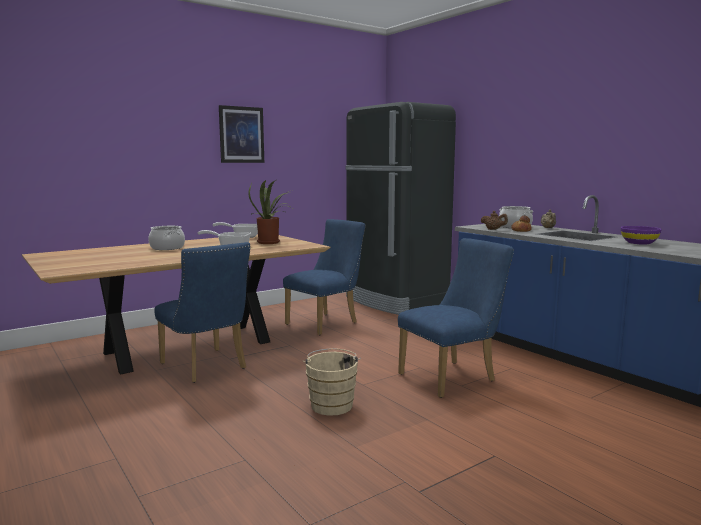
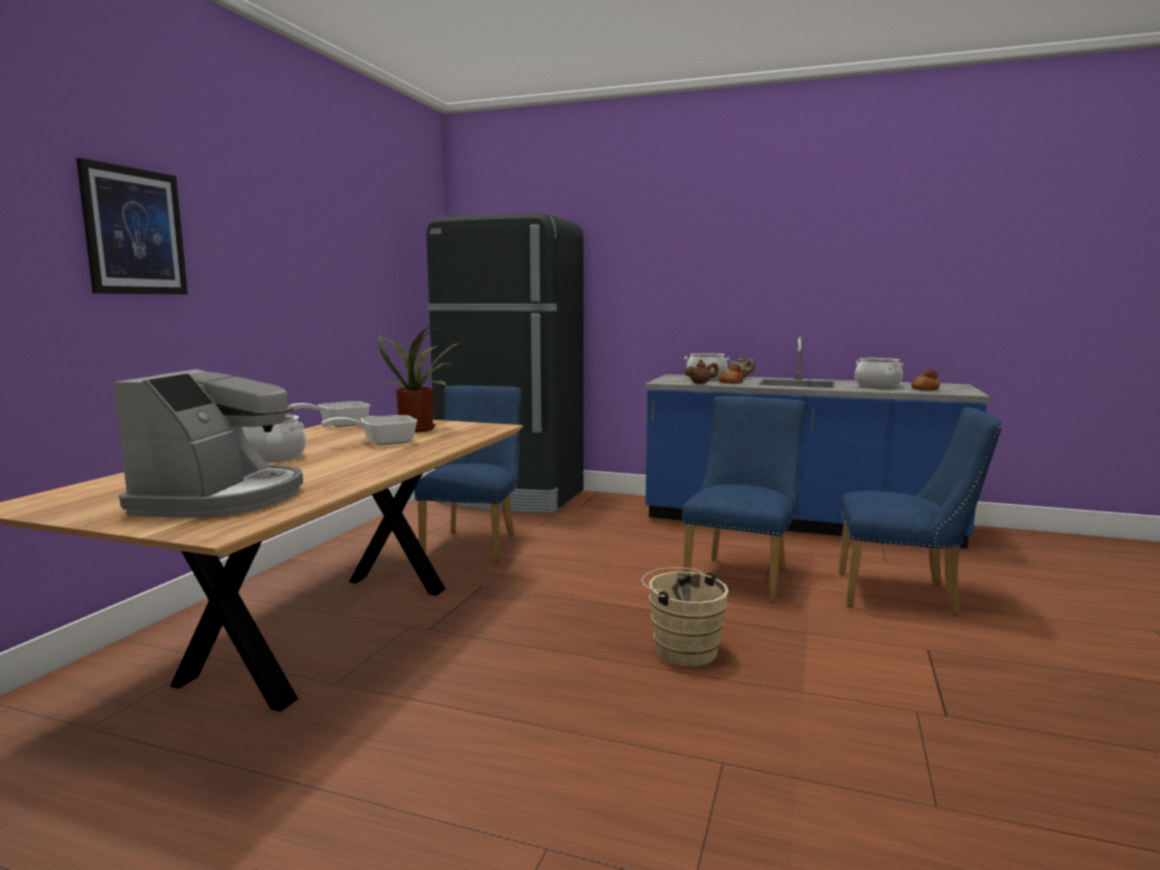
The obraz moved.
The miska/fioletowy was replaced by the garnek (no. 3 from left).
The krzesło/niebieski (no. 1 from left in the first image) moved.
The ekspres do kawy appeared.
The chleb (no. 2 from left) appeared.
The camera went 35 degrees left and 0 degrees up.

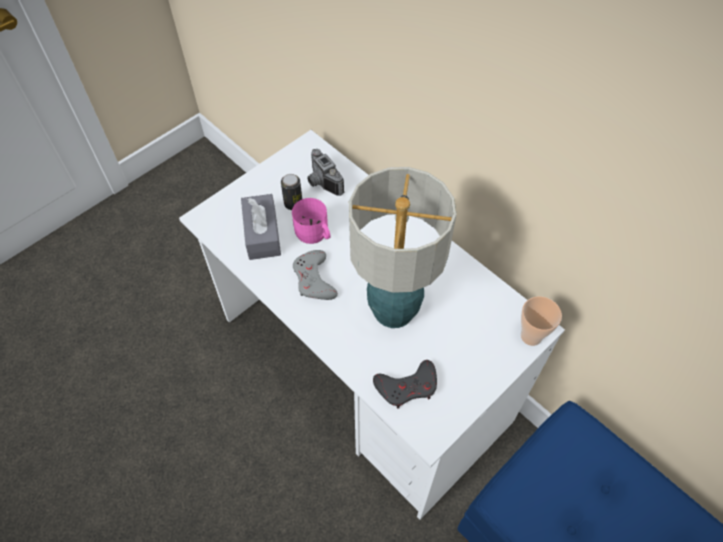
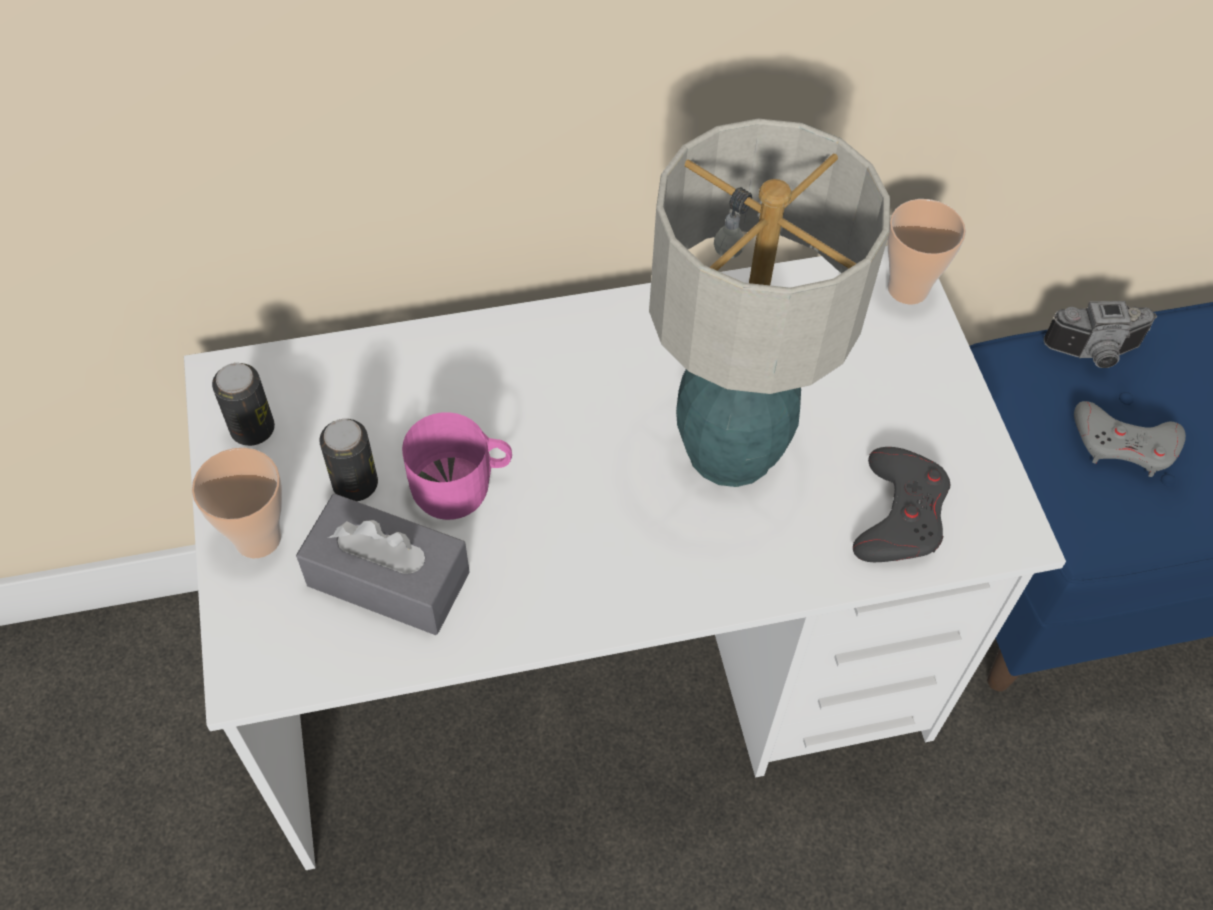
The aparat fotograficzny moved.
The pad do gier/szary (no. 1 from left in the first image) moved.
The puszka (no. 1 from left) appeared.
The filiżanka (no. 1 from left) appeared.
The camera went 60 degrees left and 0 degrees up.

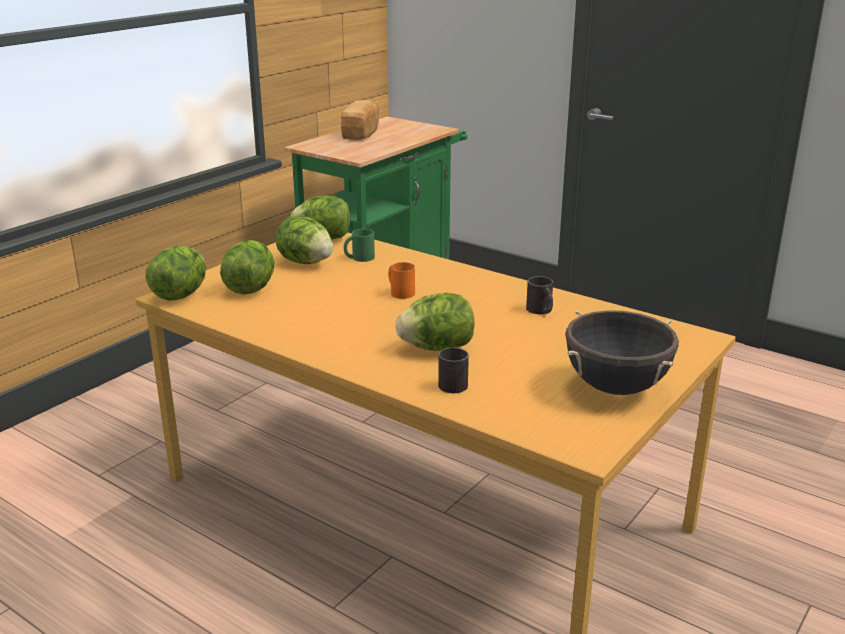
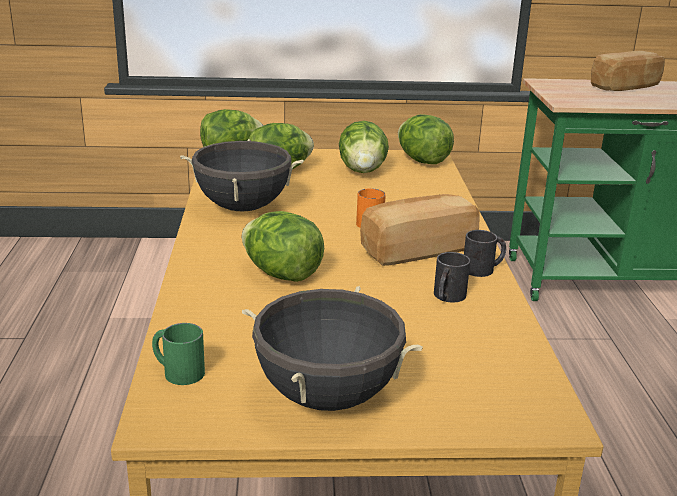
The kubek/zielony moved.
The kubek/czarny (no. 1 from left in the first image) moved.
The garnek/czarny (no. 1 from left) appeared.
The chleb (no. 1 from left) appeared.
The camera went 50 degrees right and 0 degrees up.

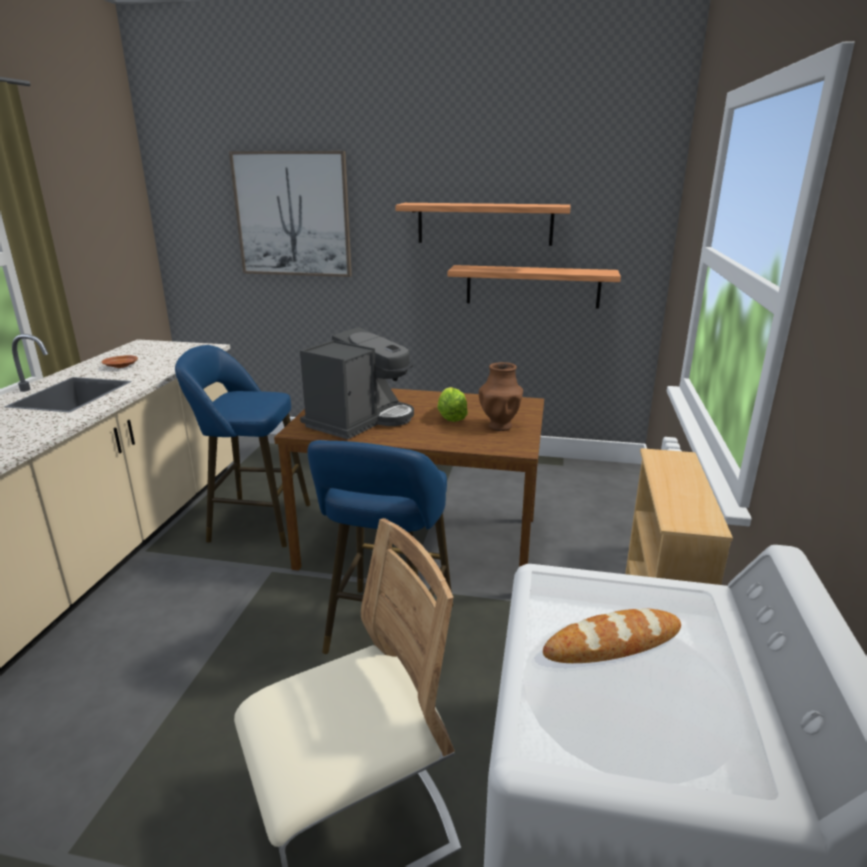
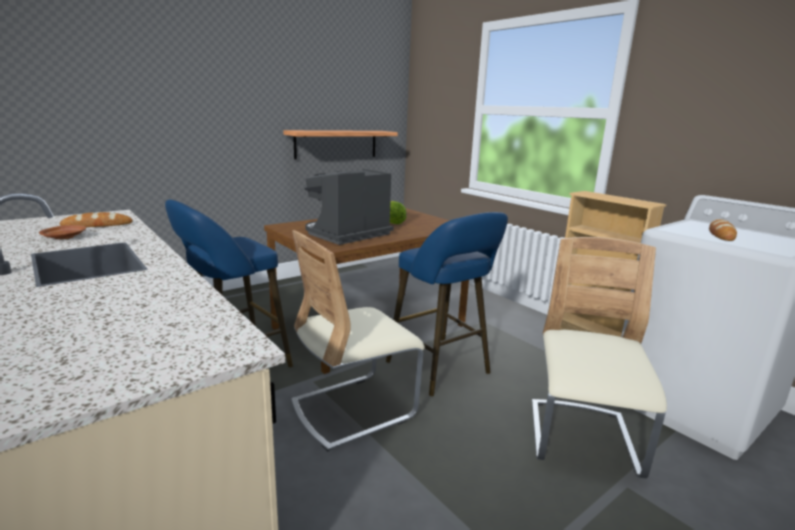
The obraz disappeared.
The półka (no. 1 from left) disappeared.
The ekspres do kawy turned 120 degrees counterclockwise.
The wazon/brązowy disappeared.
The chleb (no. 1 from left) appeared.
The krzesło/beżowy (no. 1 from left) appeared.
The camera went 50 degrees left and 5 degrees down.

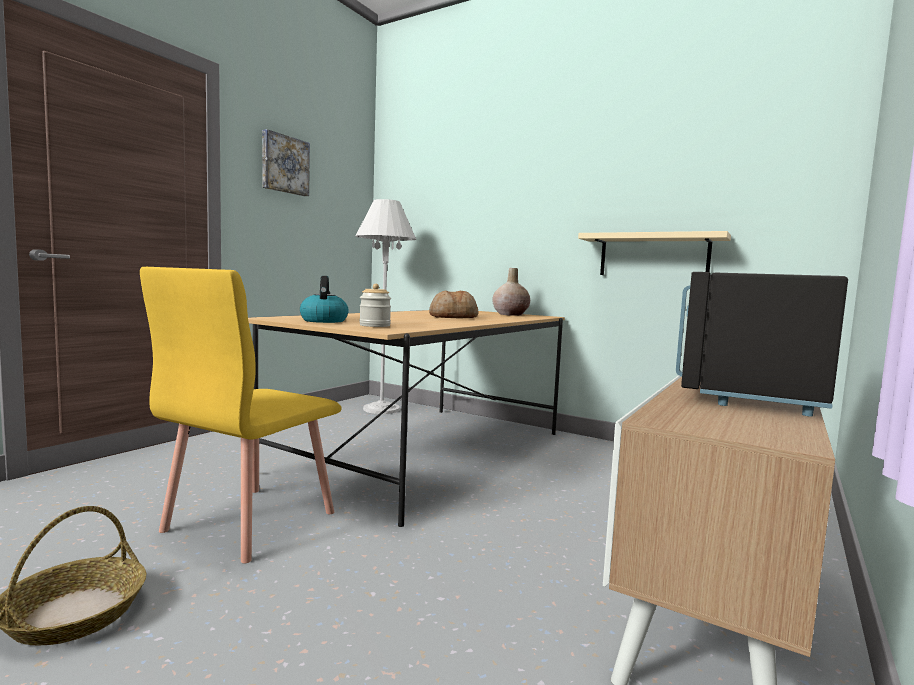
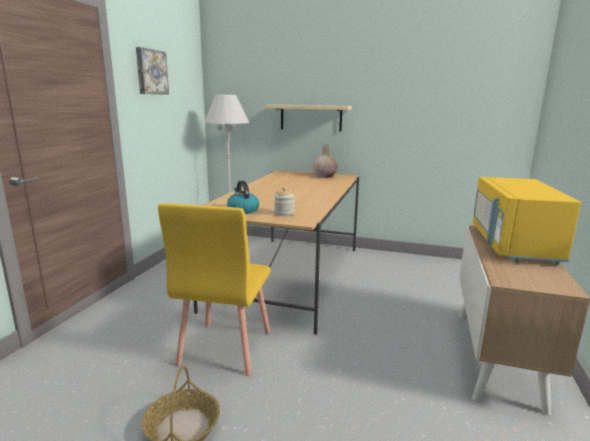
The półka/beżowy moved.
The mikrofalówka/czarny became the mikrofalówka/żółty.
The chleb disappeared.
The camera went 15 degrees left and 10 degrees up.

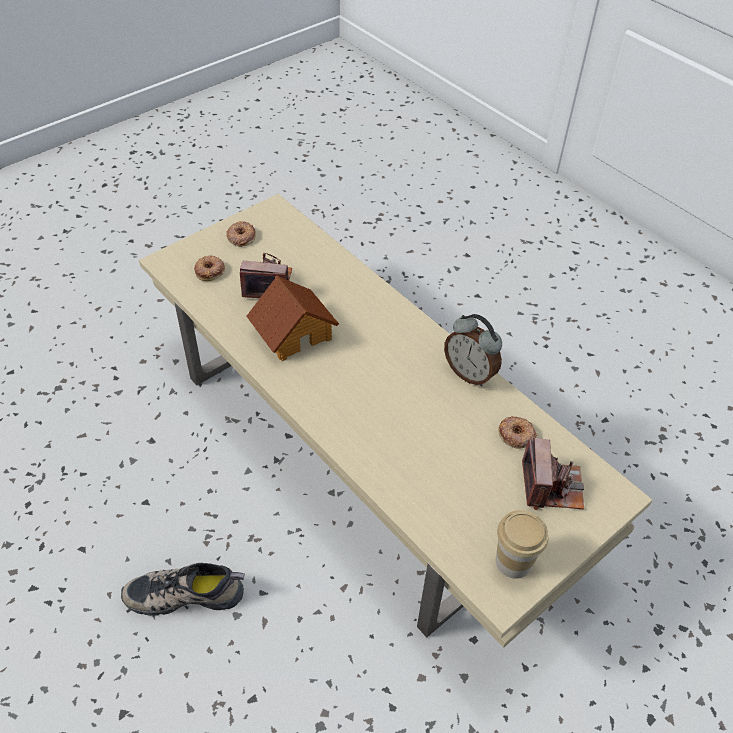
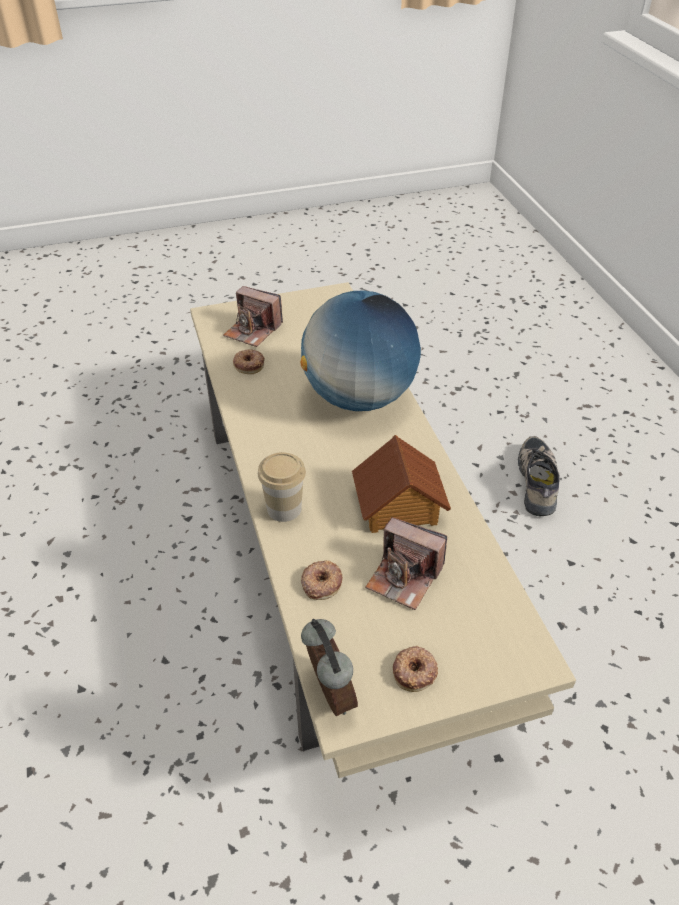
The donut (no. 1 from left in the first image) moved.
The budzik moved.
The aparat fotograficzny (no. 2 from left in the first image) turned 90 degrees counterclockwise.
The filiżanka moved.
The but turned 105 degrees counterclockwise.
The globus appeared.
The camera went 155 degrees left and 5 degrees down.

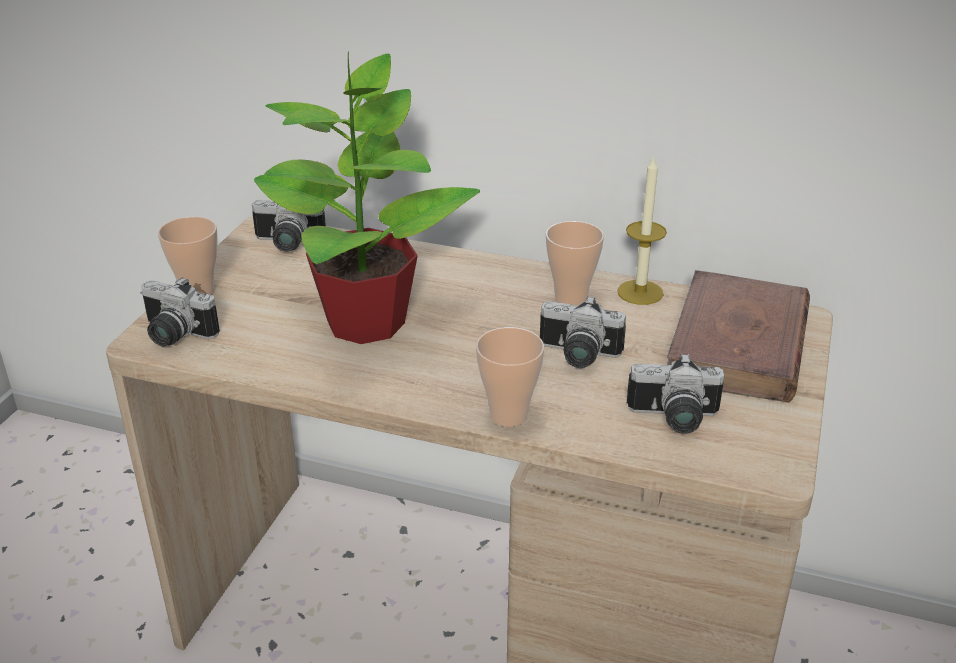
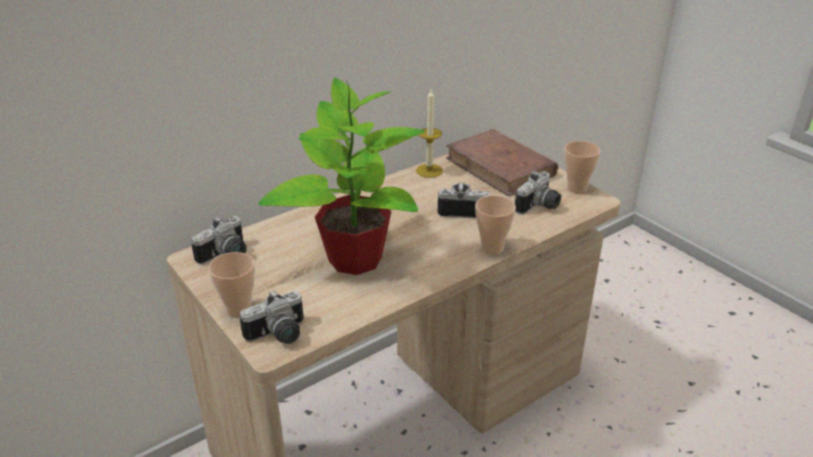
The filiżanka (no. 3 from left) moved.
The aparat fotograficzny (no. 3 from left) turned 135 degrees counterclockwise.
The camera went 55 degrees left and 0 degrees up.

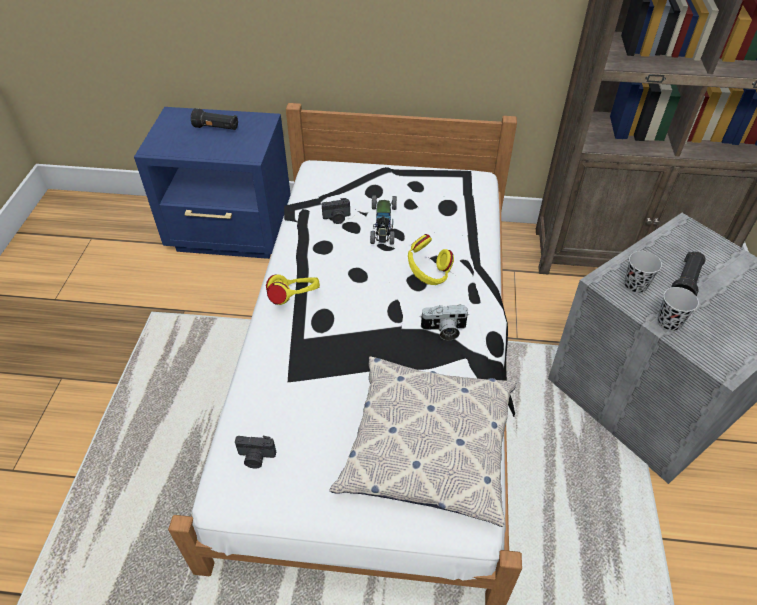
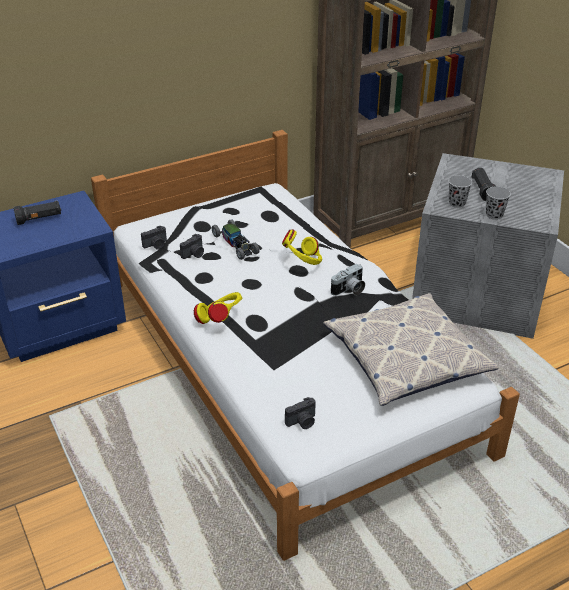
The aparat fotograficzny (no. 1 from left) appeared.
The camera went 35 degrees left and 10 degrees down.

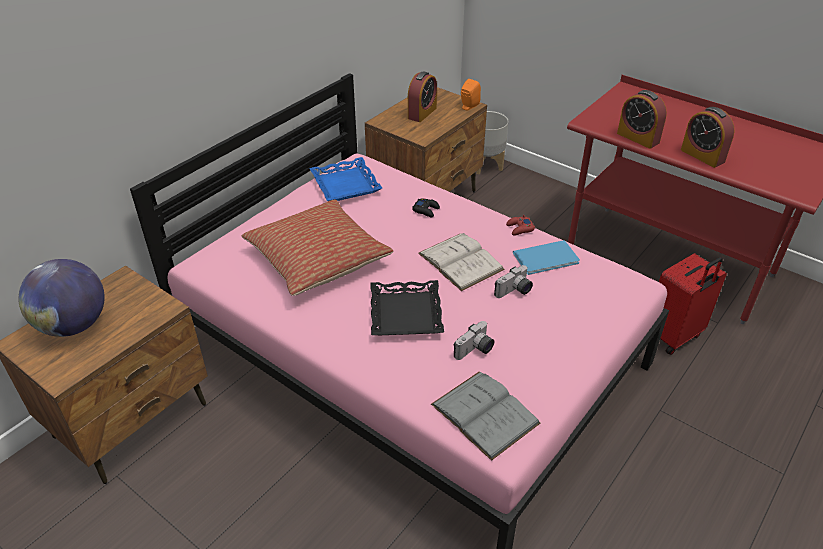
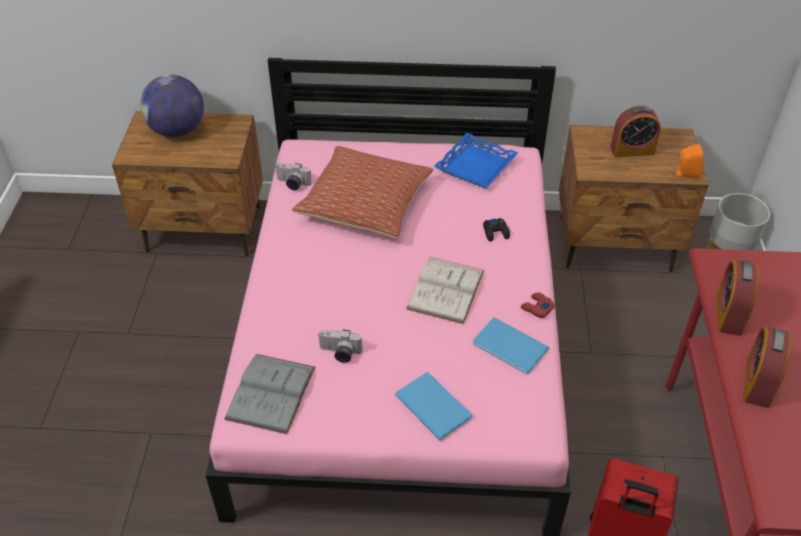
The aparat fotograficzny (no. 2 from left in the first image) moved.
The taca/czarny disappeared.
The książka/niebieski (no. 1 from left) appeared.
The camera went 55 degrees right and 5 degrees up.

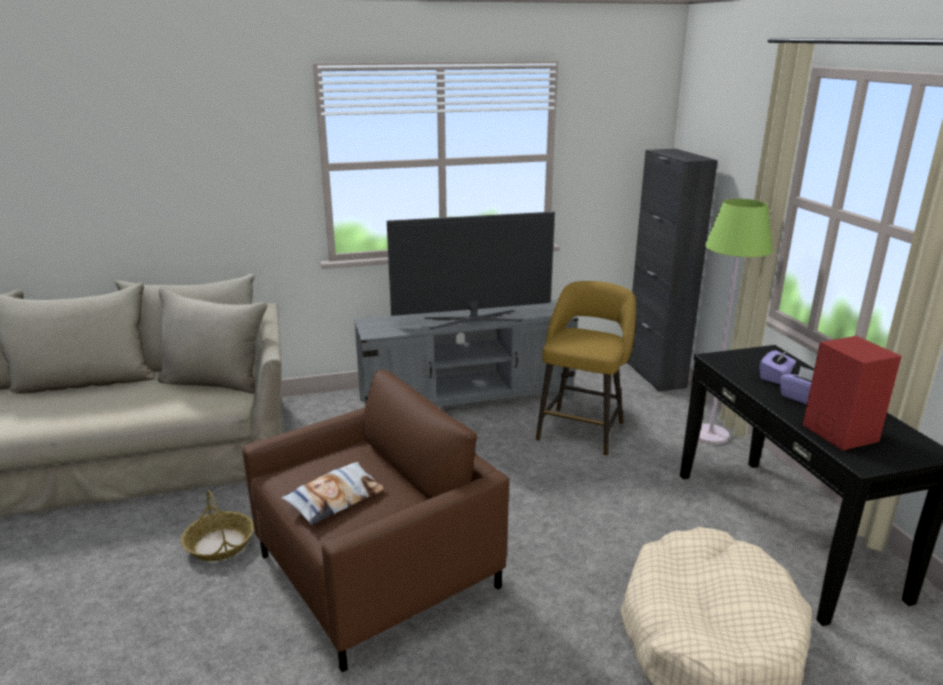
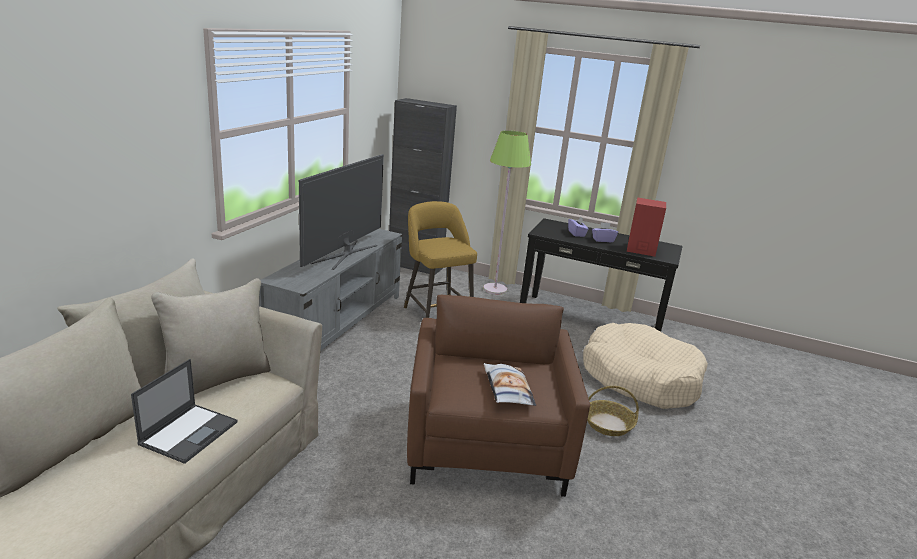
The koszyk moved.
The laptop appeared.
The camera went 55 degrees left and 0 degrees up.

